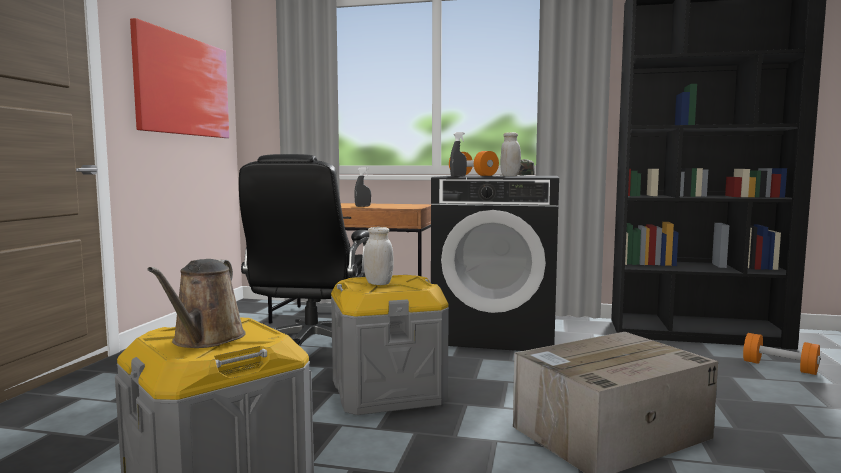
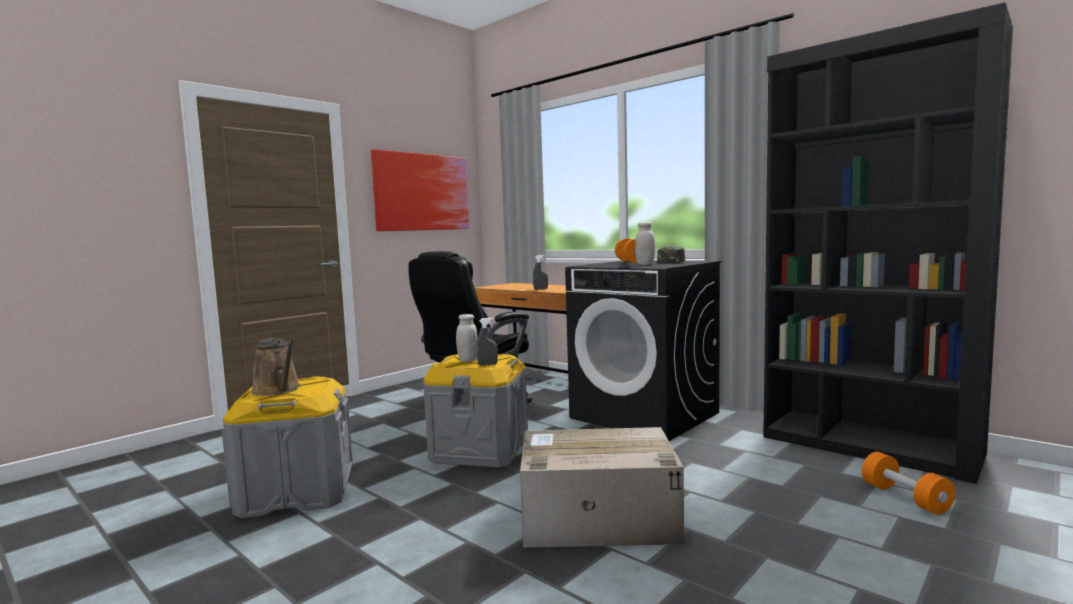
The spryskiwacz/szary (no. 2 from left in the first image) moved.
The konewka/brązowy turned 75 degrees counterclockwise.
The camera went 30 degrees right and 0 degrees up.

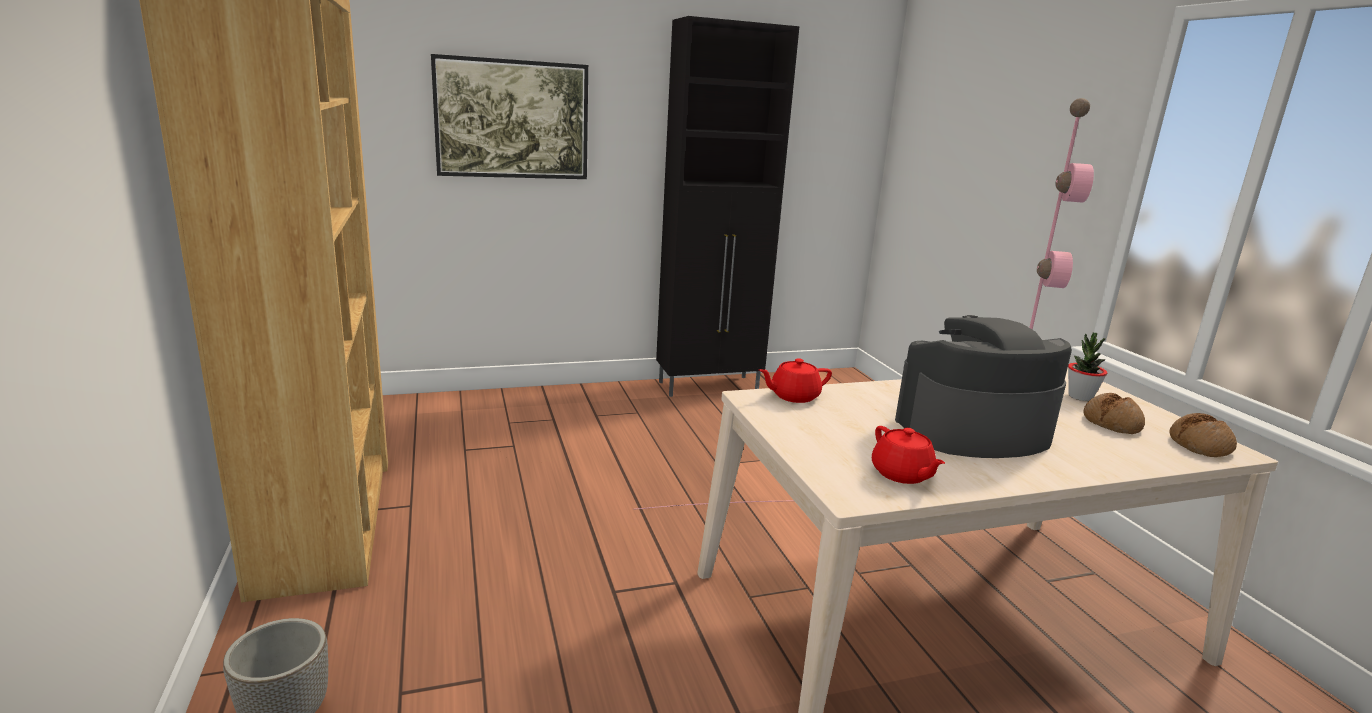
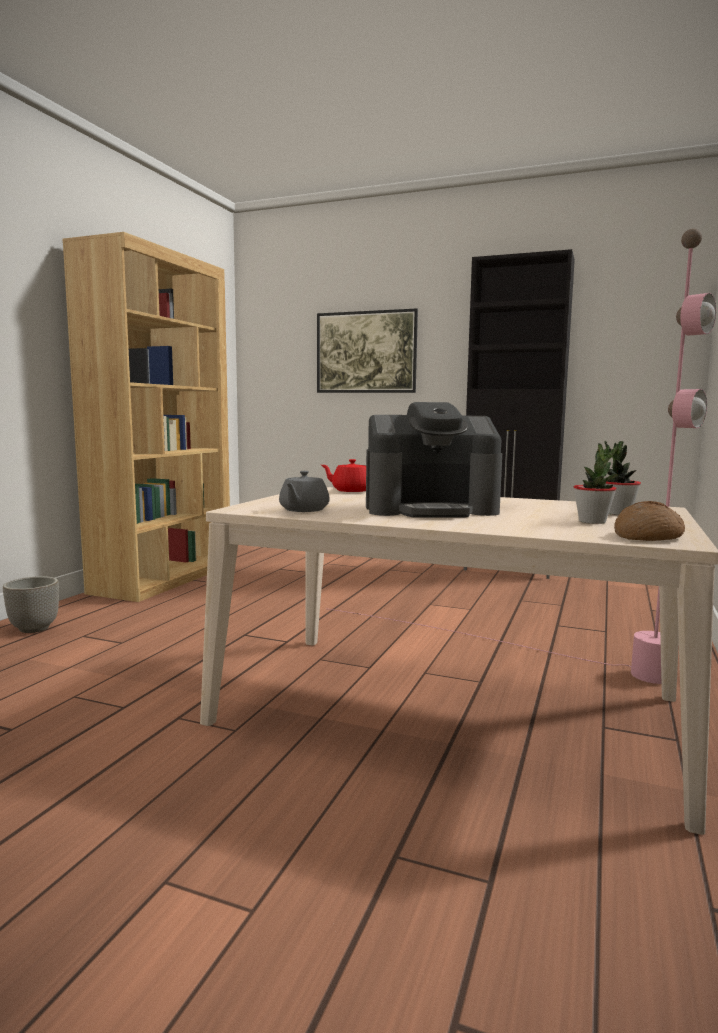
The ekspres do kawy turned 150 degrees clockwise.
The chleb (no. 1 from left) was replaced by the roślina doniczkowa (no. 1 from left).
The imbryk/czerwony (no. 2 from left) became the imbryk/szary.
The camera went 40 degrees right and 10 degrees down.

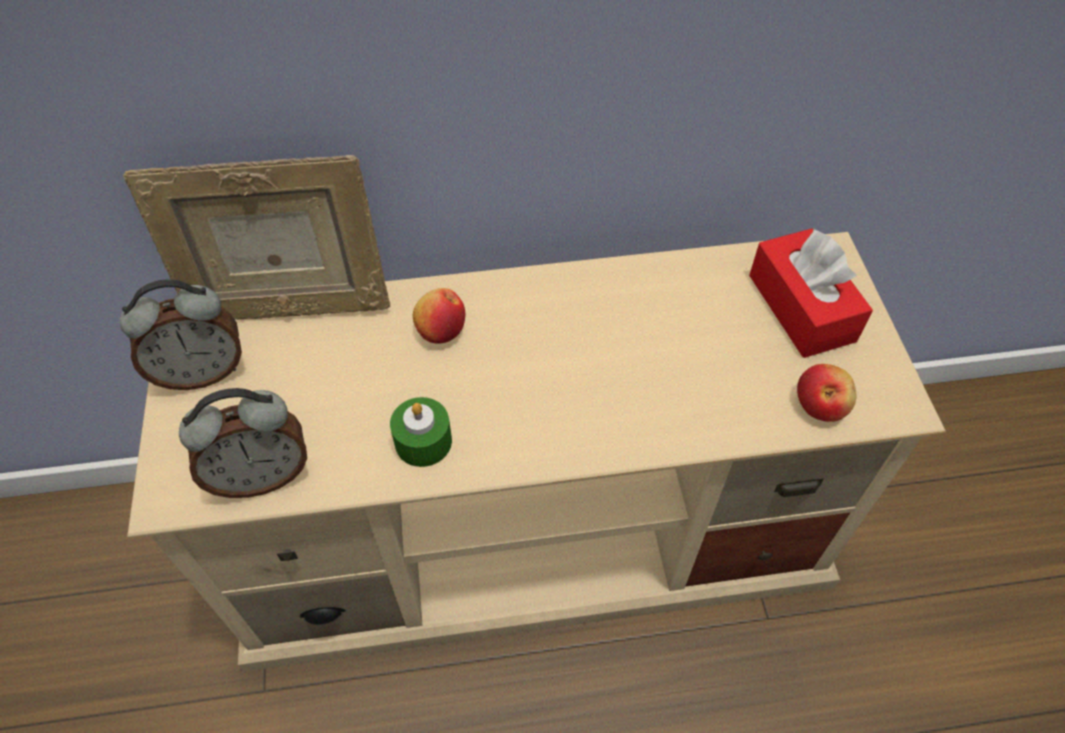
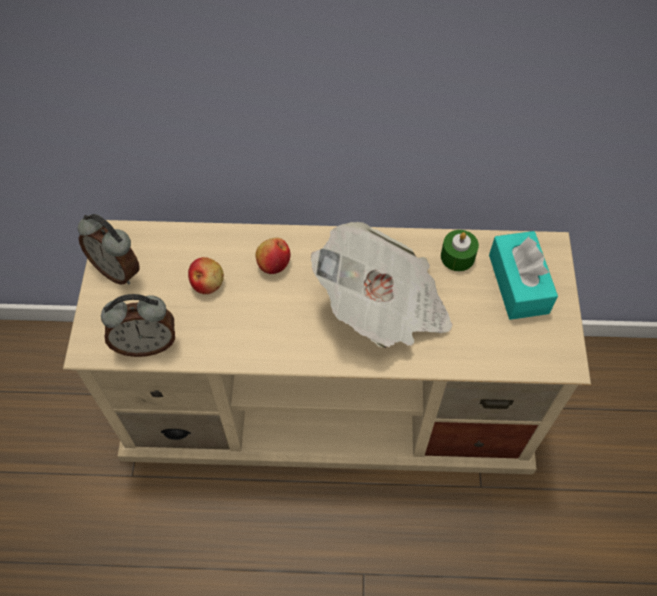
The ramka na zdjęcie disappeared.
The pudełko chusteczek/czerwony became the pudełko chusteczek/turkusowy.
The budzik (no. 1 from left) turned 45 degrees clockwise.
The jabłko (no. 2 from left in the first image) moved.
The świeca/zielony moved.
The gazeta appeared.
The camera went 10 degrees right and 5 degrees up.

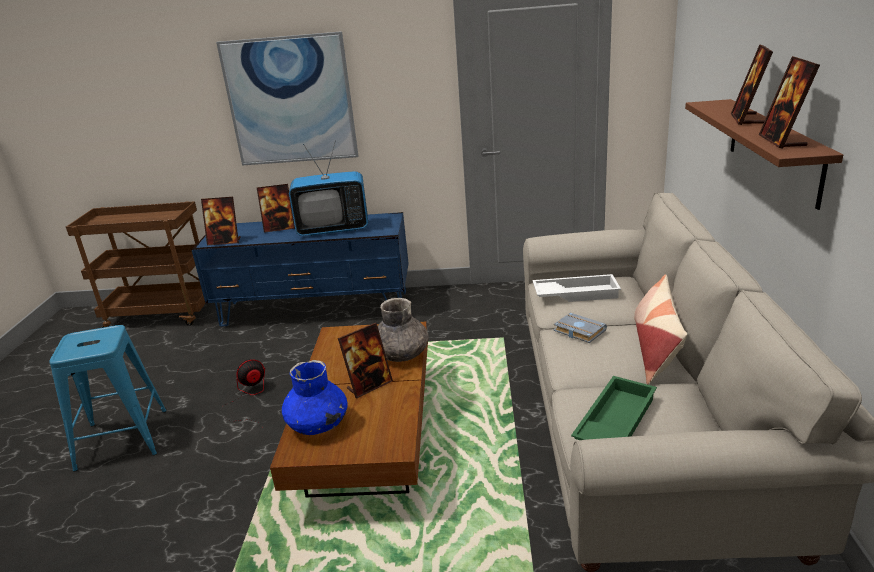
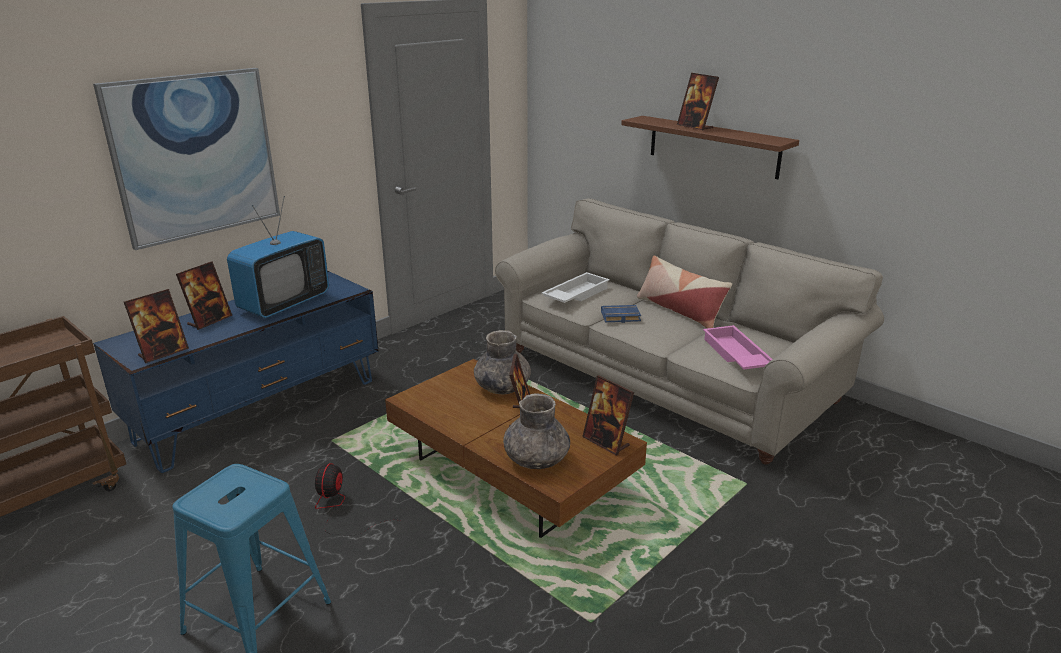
The ramka na zdjęcie (no. 5 from left in the first image) moved.
The książka/szary became the książka/niebieski.
The wazon/niebieski became the wazon/szary (no. 2 from left).
The taca/zielony became the taca/różowy.
The camera went 50 degrees left and 0 degrees up.

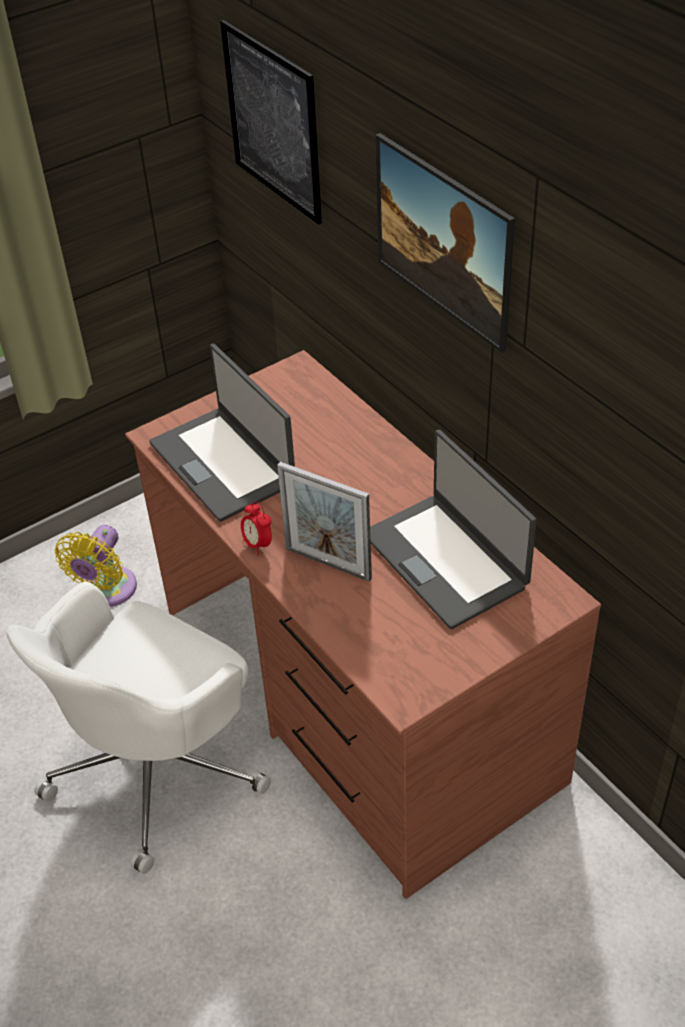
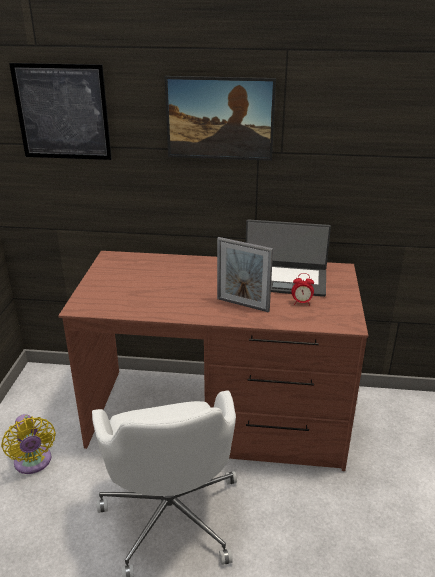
The laptop (no. 1 from left) disappeared.
The ramka na zdjęcie turned 45 degrees clockwise.
The budzik moved.
The camera went 50 degrees left and 15 degrees down.

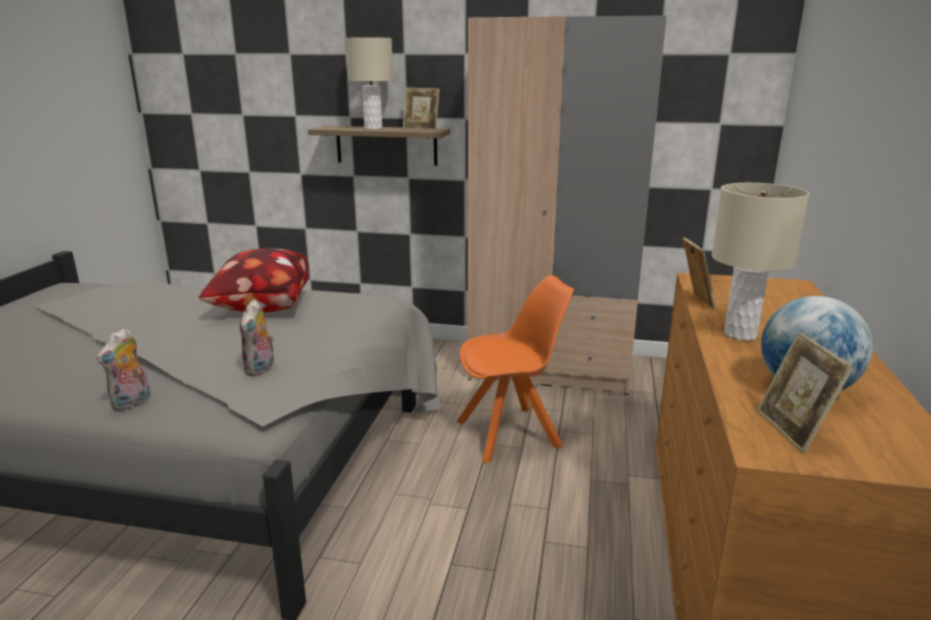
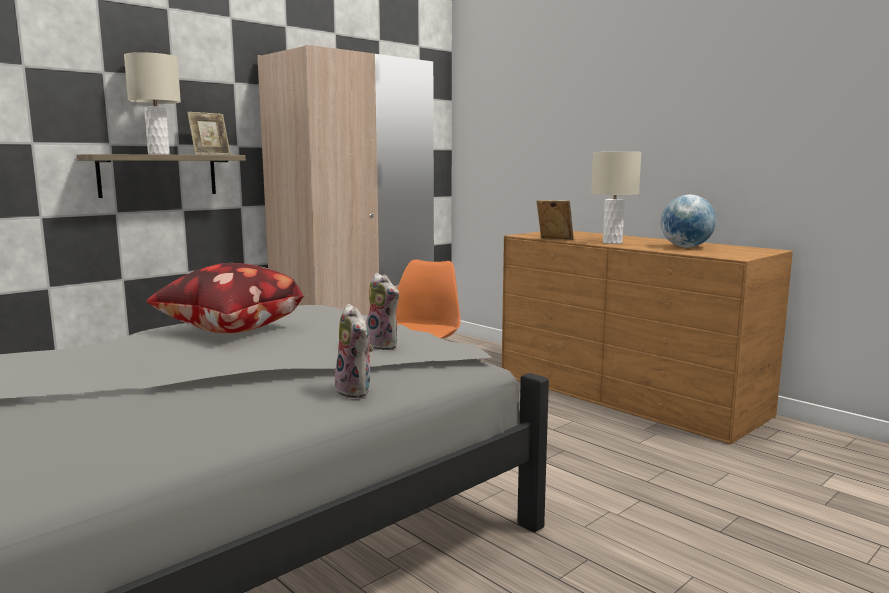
The ramka na zdjęcie (no. 3 from left) disappeared.
The camera went 55 degrees left and 10 degrees down.

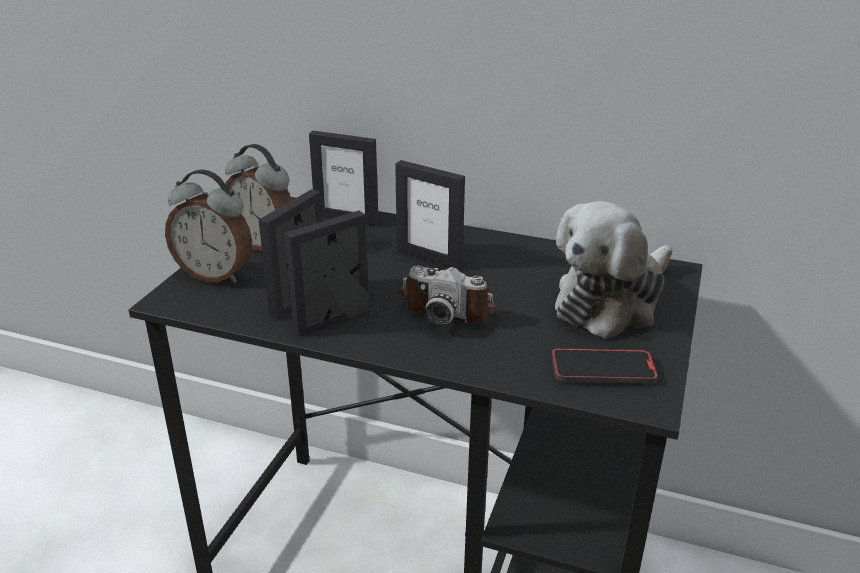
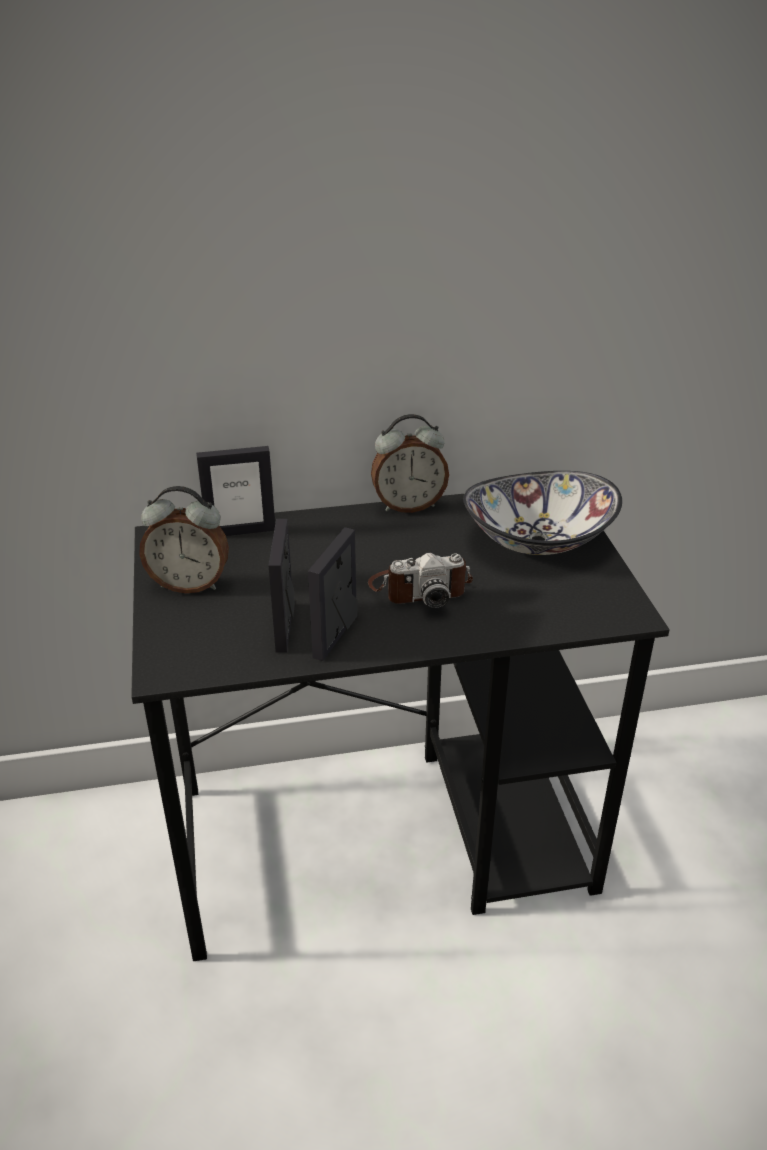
The ramka na zdjęcie (no. 4 from left) disappeared.
The budzik (no. 1 from left in the first image) moved.
The pluszak was replaced by the miska.
The telefon disappeared.
The camera went 30 degrees left and 5 degrees up.

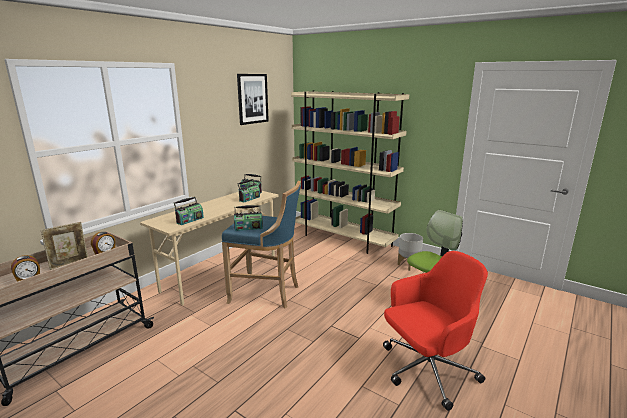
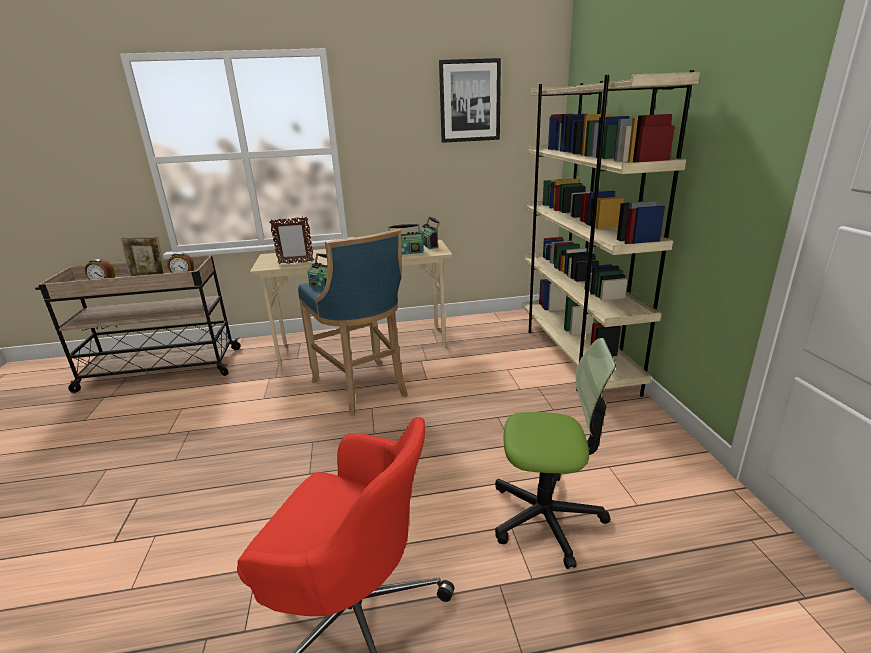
The radio (no. 1 from left) was replaced by the ramka na zdjęcie (no. 2 from left).
The donica/szary disappeared.
The camera went 45 degrees right and 5 degrees up.

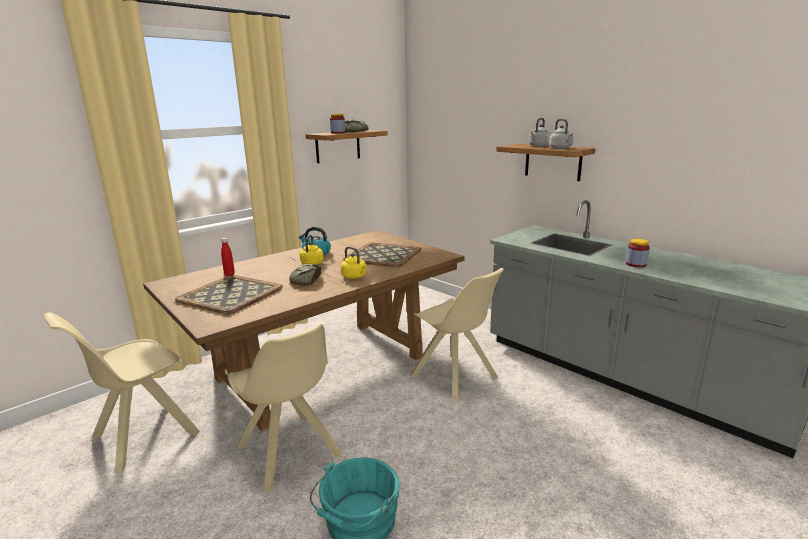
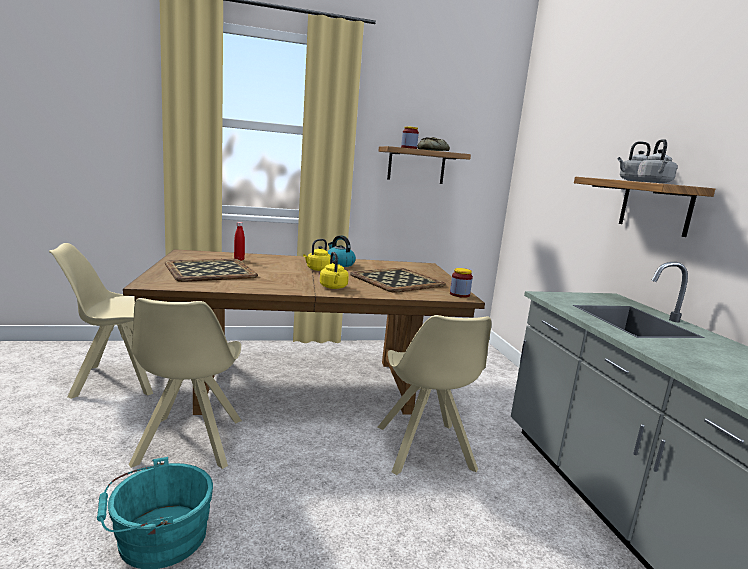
The słoik (no. 2 from left) moved.
The chleb (no. 1 from left) disappeared.
The camera went 30 degrees right and 5 degrees down.

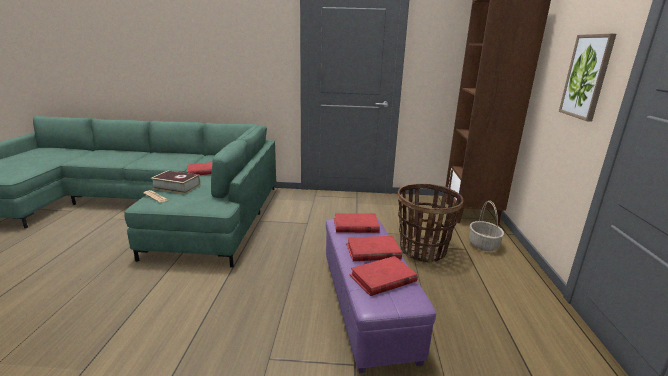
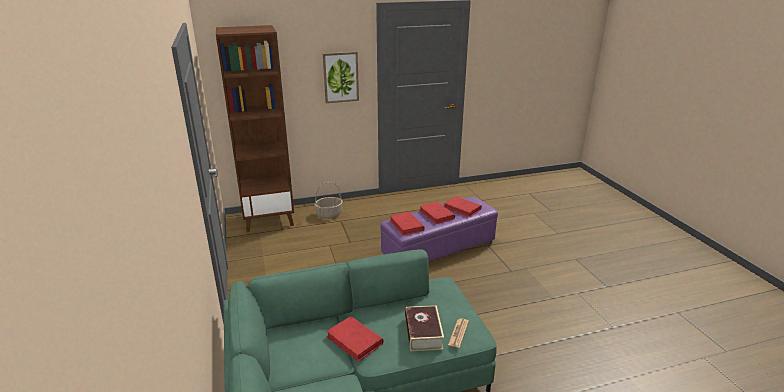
The koszyk (no. 1 from left) disappeared.
The camera went 110 degrees left and 5 degrees up.

